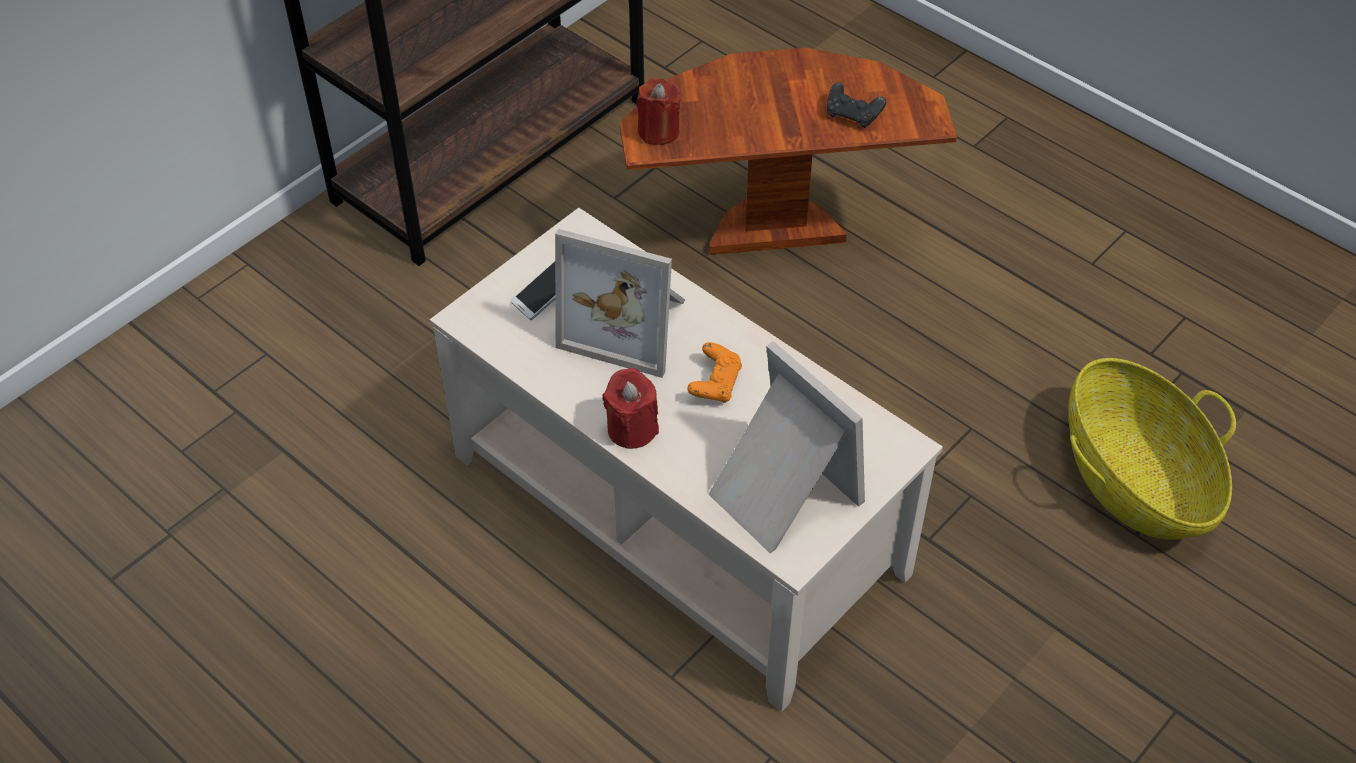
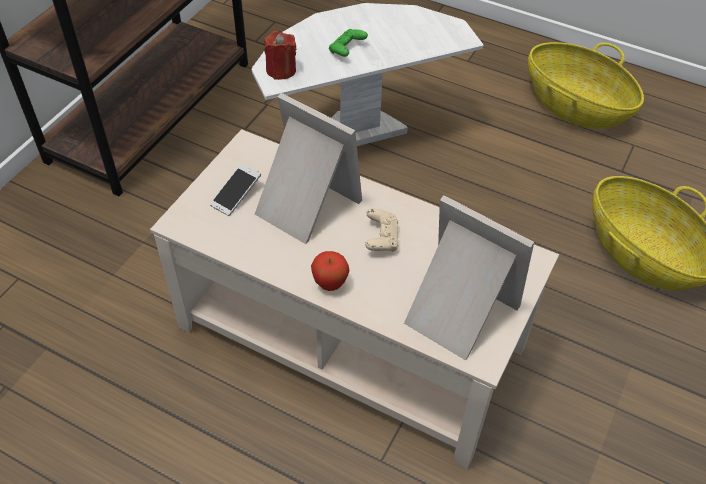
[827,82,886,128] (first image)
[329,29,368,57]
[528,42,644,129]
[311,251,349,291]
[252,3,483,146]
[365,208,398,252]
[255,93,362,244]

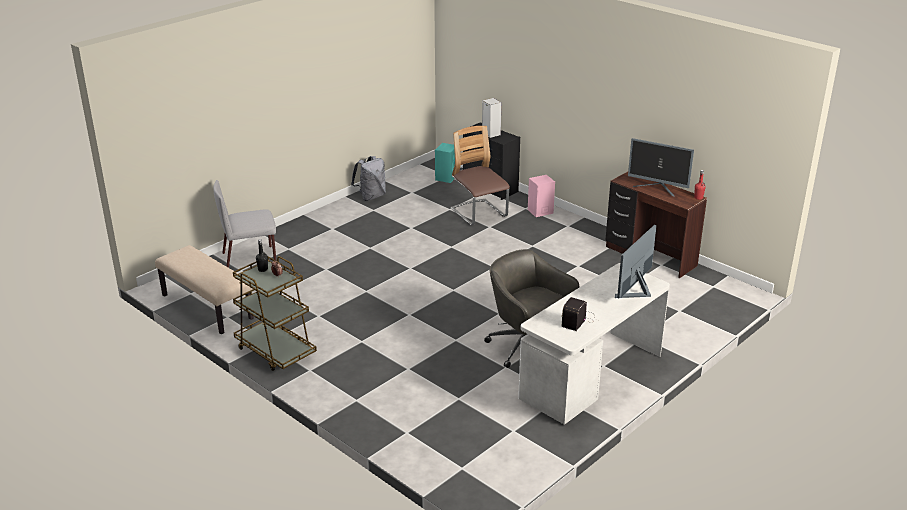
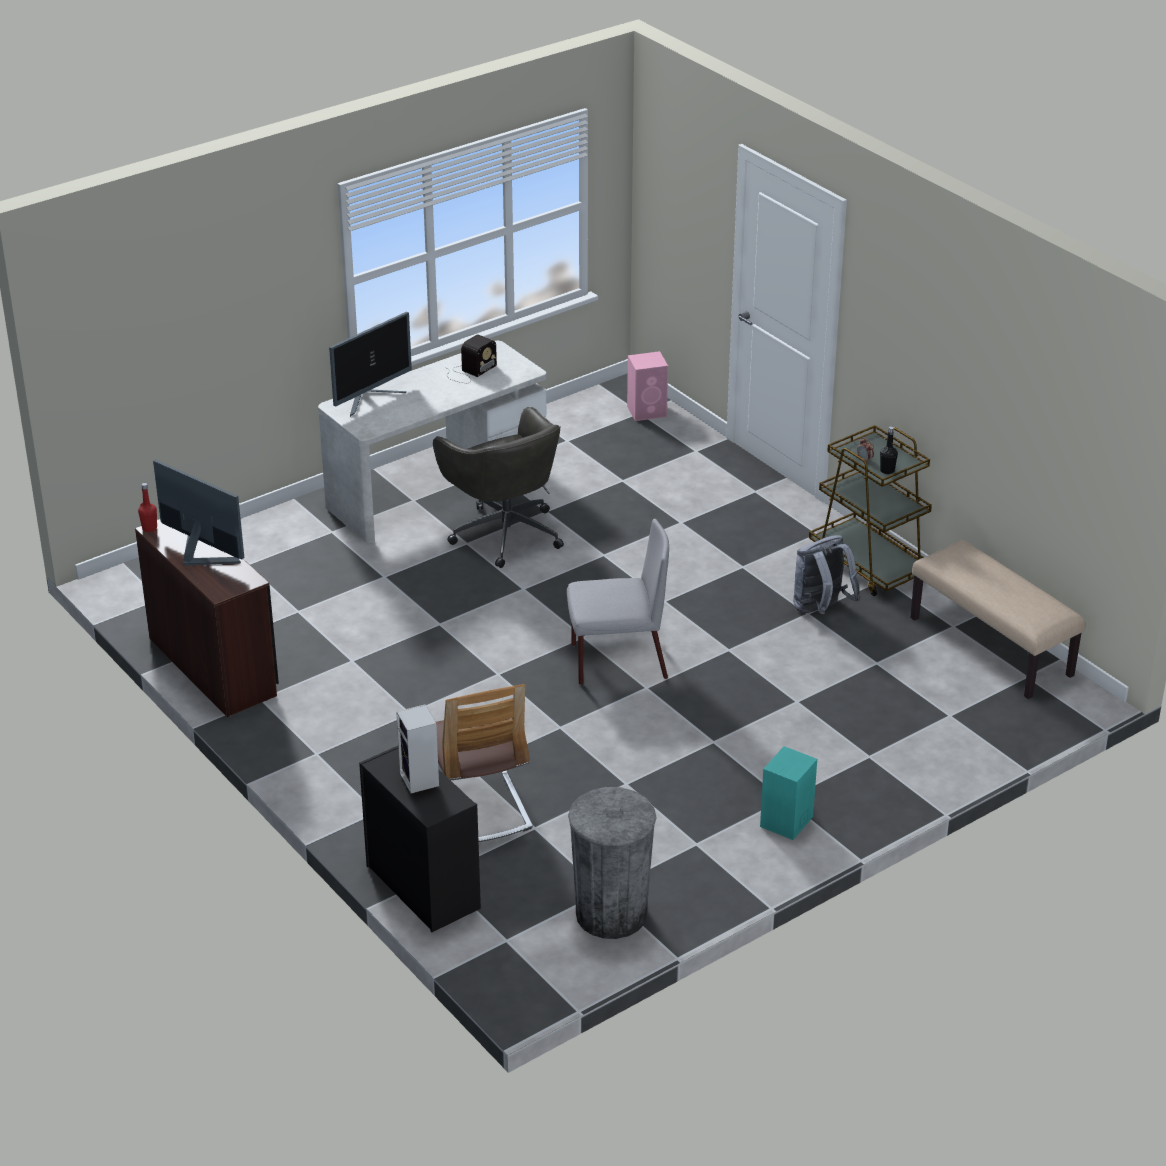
[568,787,656,939]
[567,519,669,685]
[793,535,861,614]
[760,746,817,840]
[627,351,668,421]

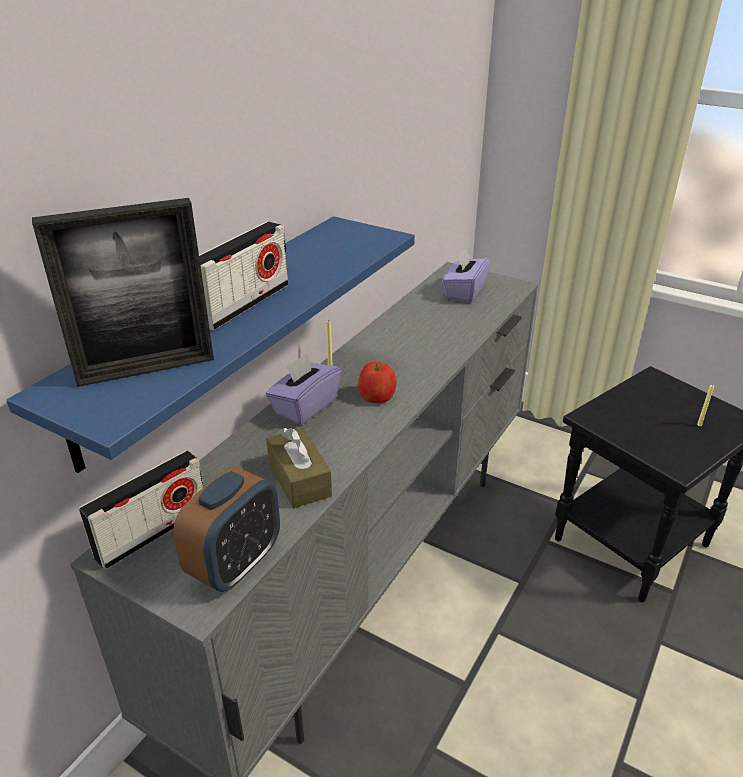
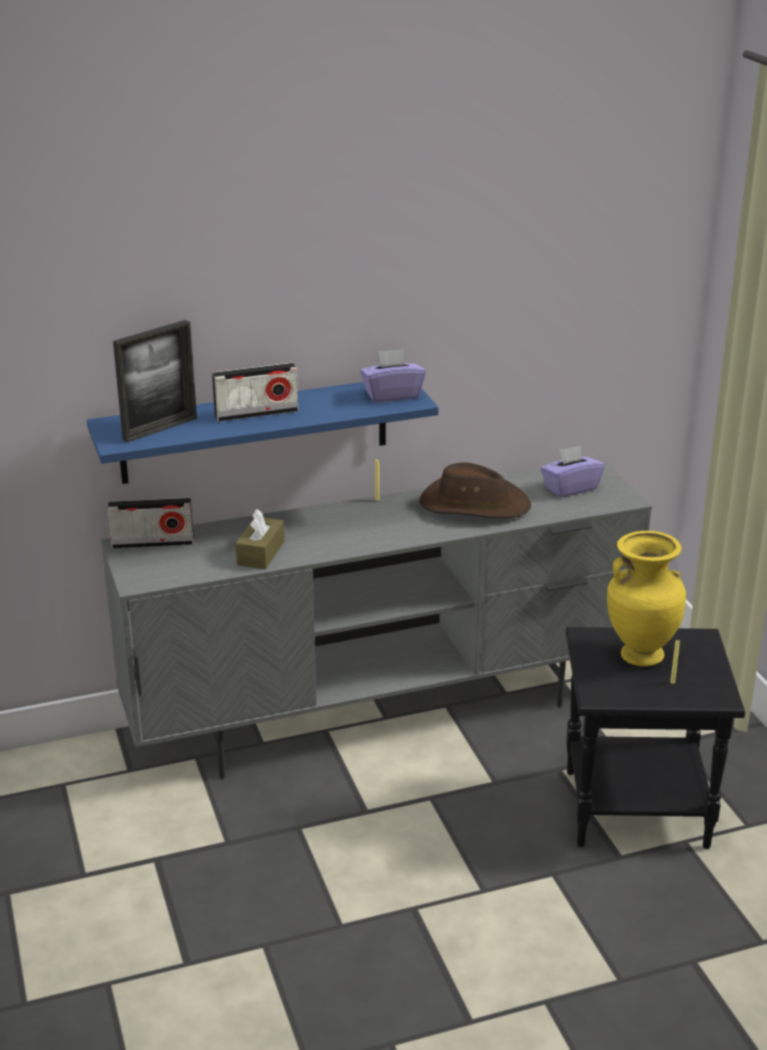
[173,467,280,592] (first image)
[358,361,397,403] (first image)
[419,462,531,518]
[607,531,686,667]
[360,349,426,403]
[113,320,197,442]

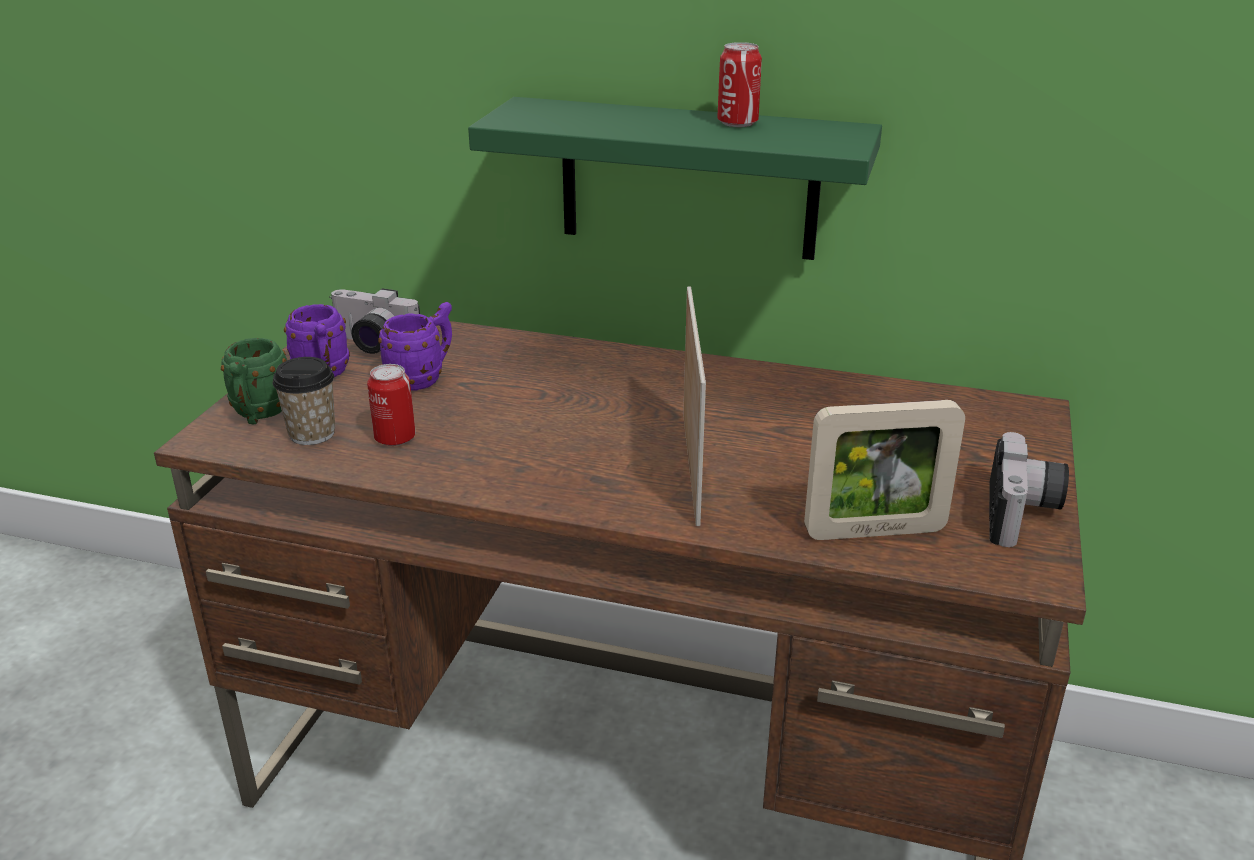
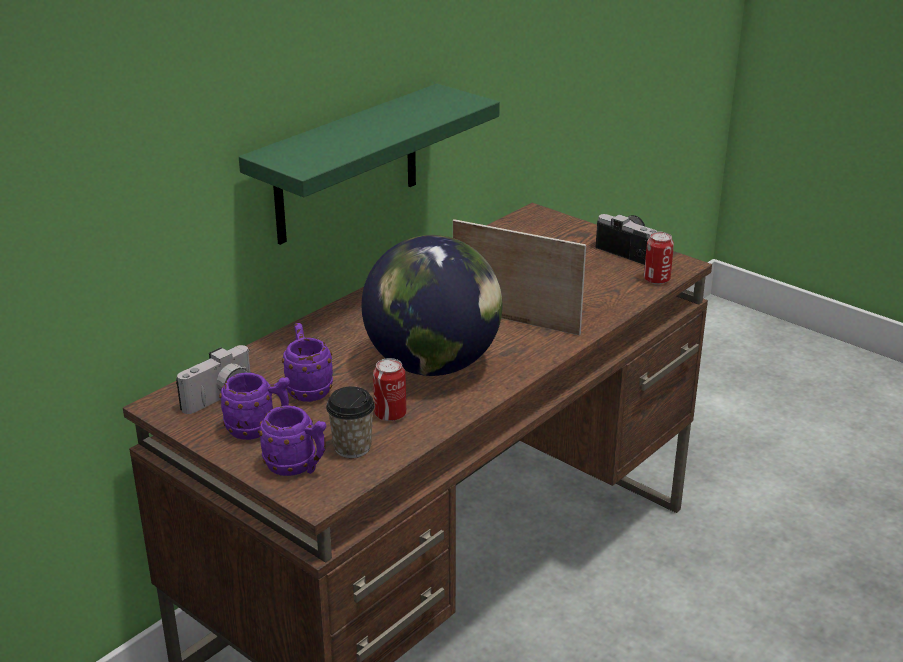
[804,400,965,540] (first image)
[361,235,502,376]
[644,232,674,284]
[259,405,326,476]

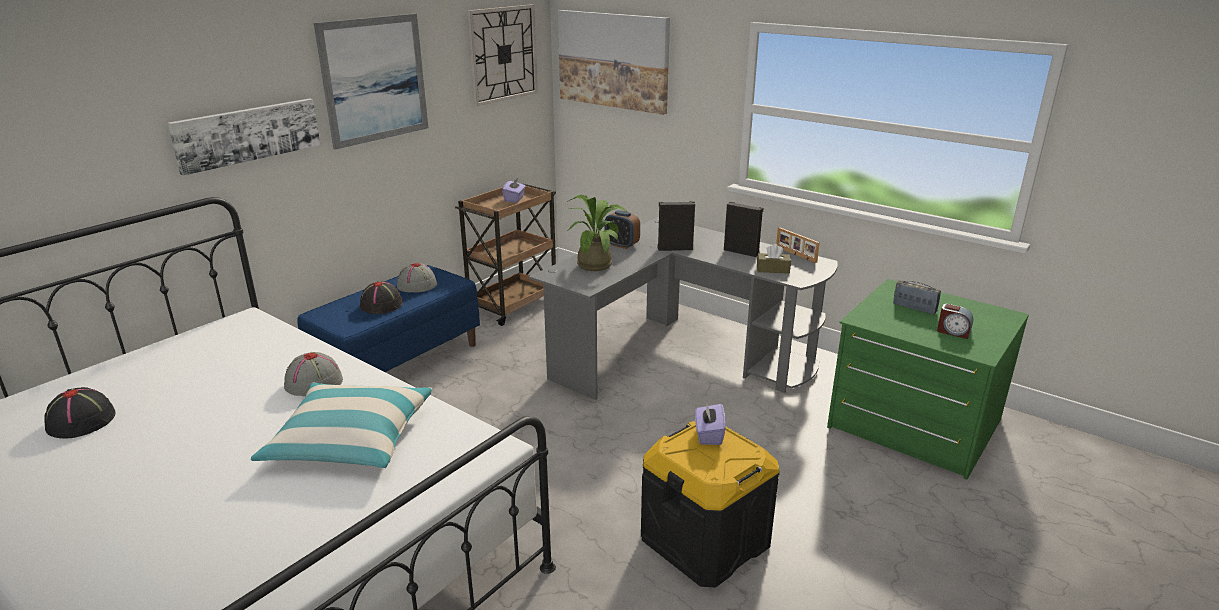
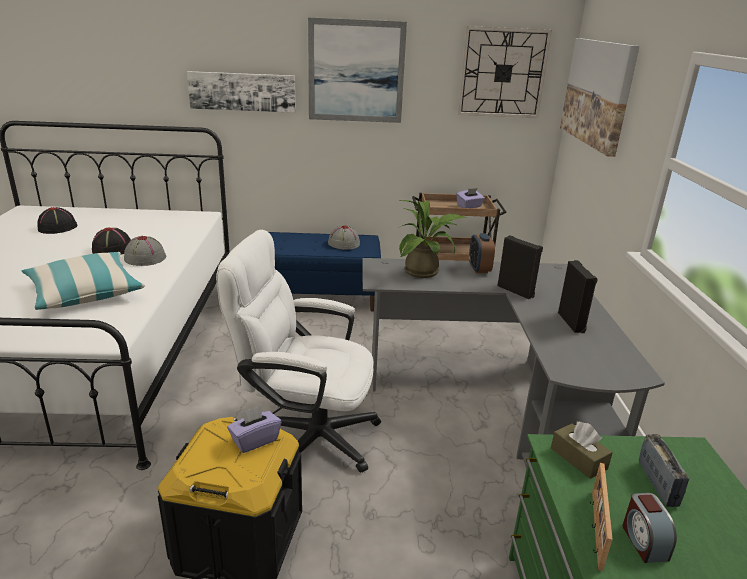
[216,230,381,472]
[92,227,131,254]
[551,421,613,479]
[590,463,613,571]

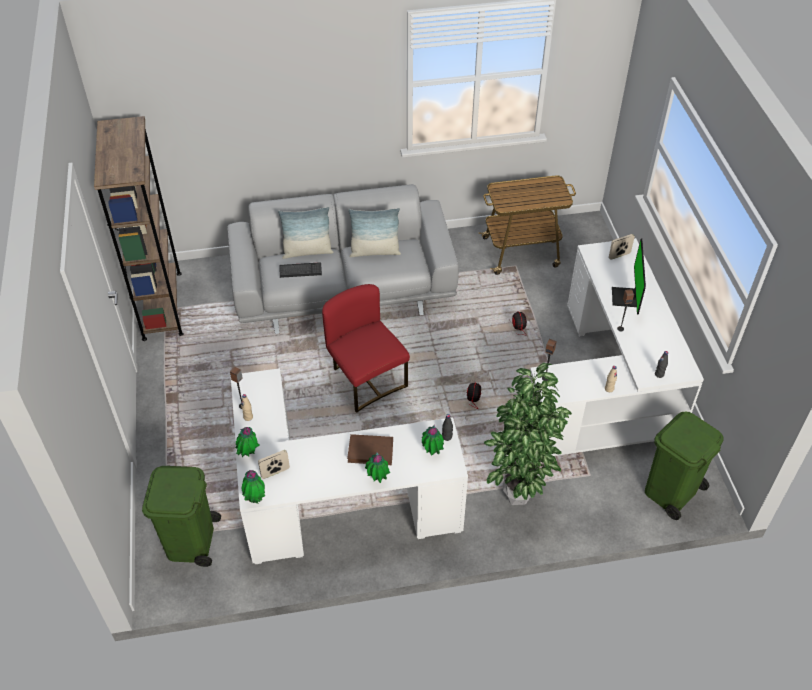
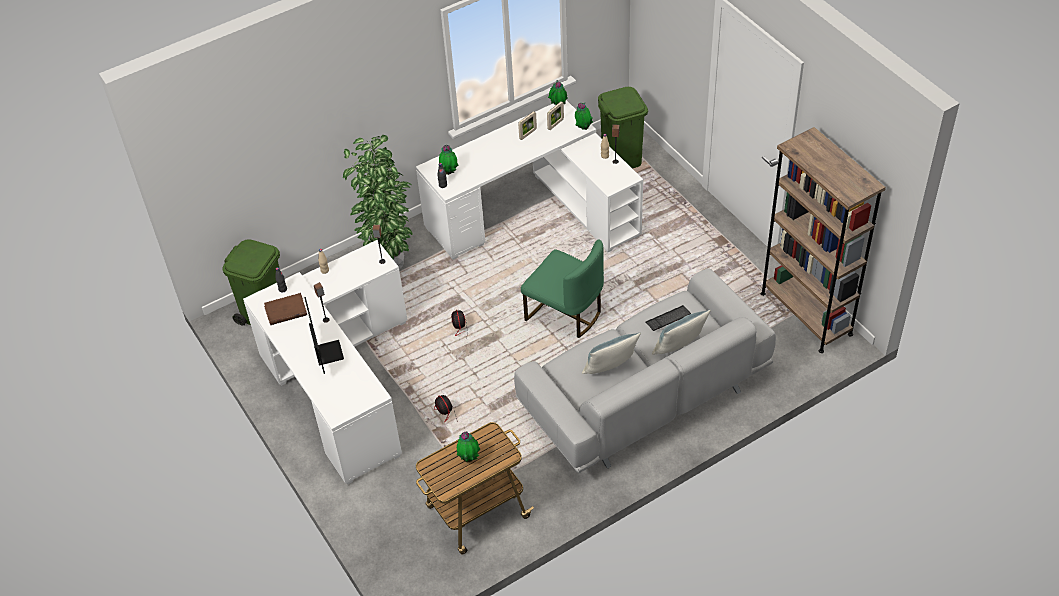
[264,293,307,325]
[457,432,480,462]
[518,111,537,140]
[521,239,604,338]

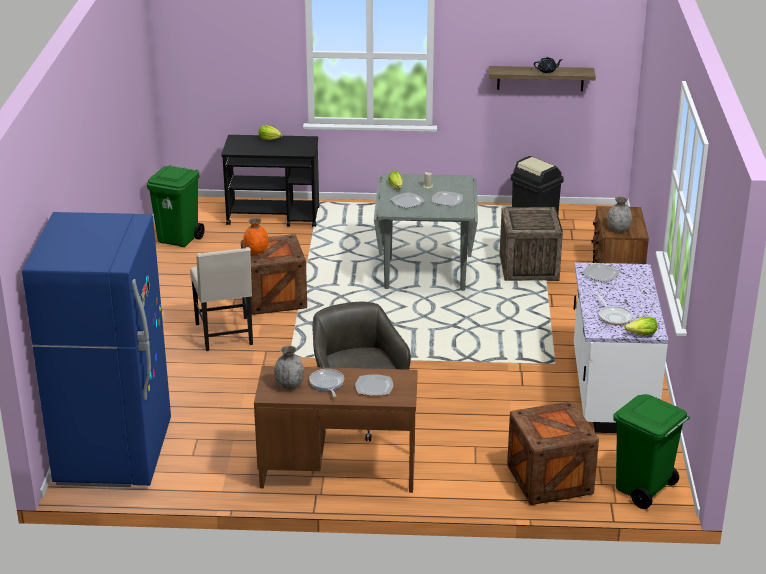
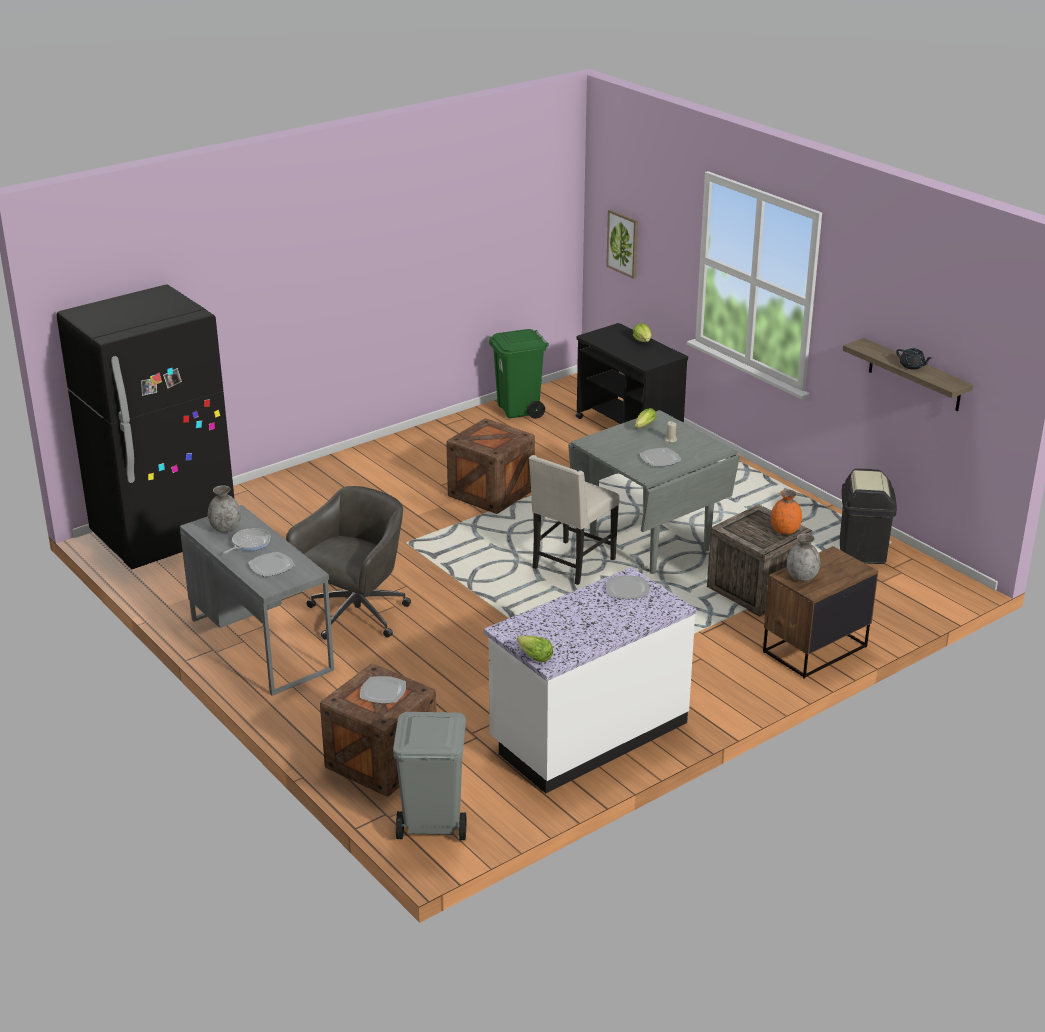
[595,292,633,325] (first image)
[606,209,638,279]
[529,455,620,585]
[771,489,802,535]
[360,676,406,703]
[56,285,234,569]
[180,505,334,696]
[393,712,466,840]

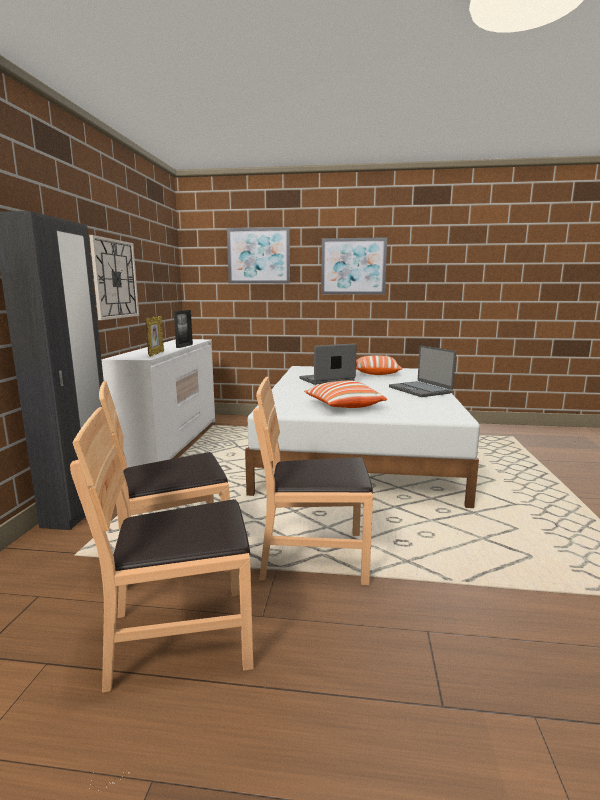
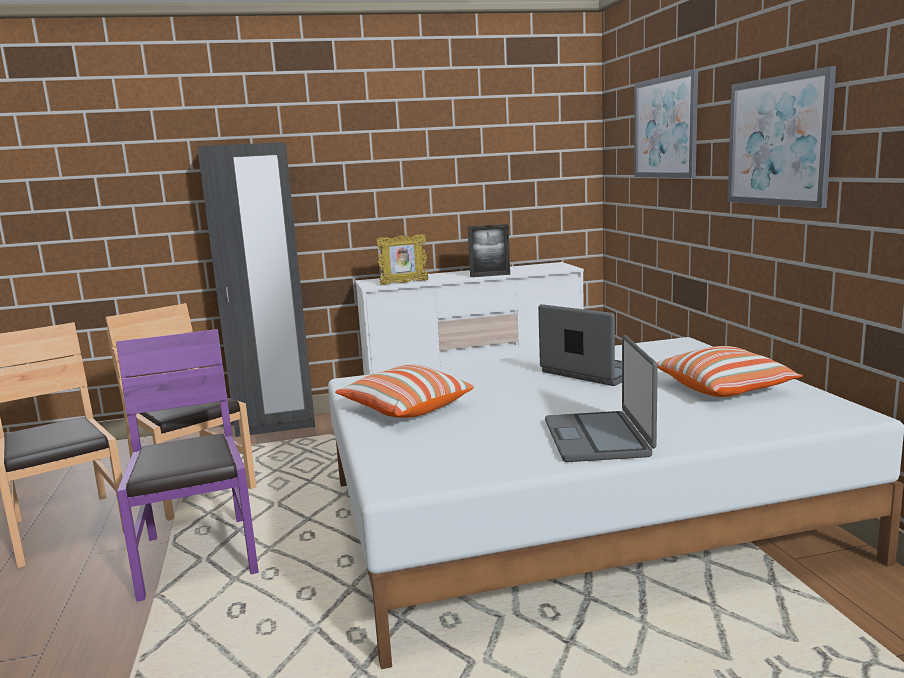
[89,235,139,320] (first image)
[116,329,259,602]
[545,335,658,462]

